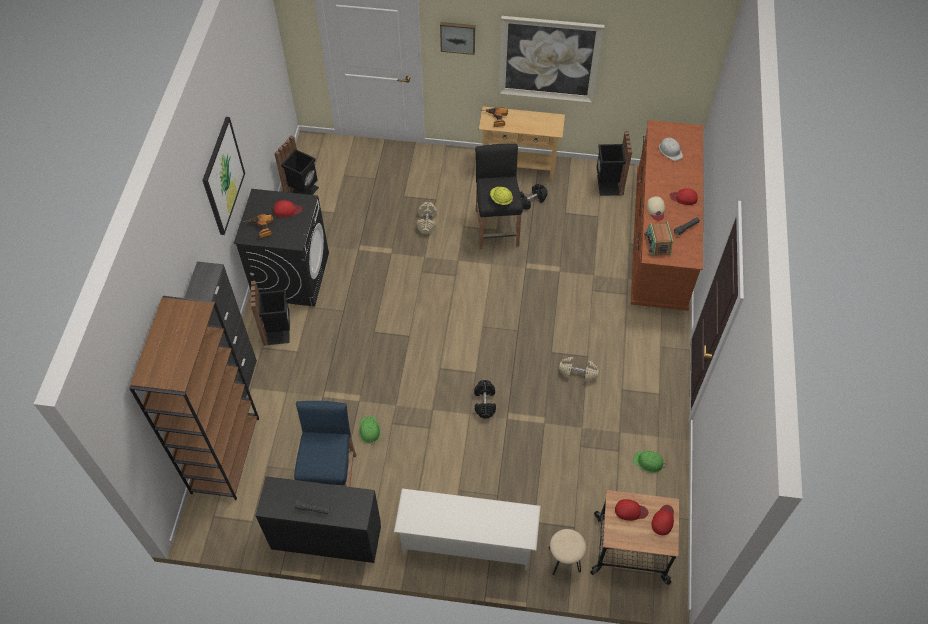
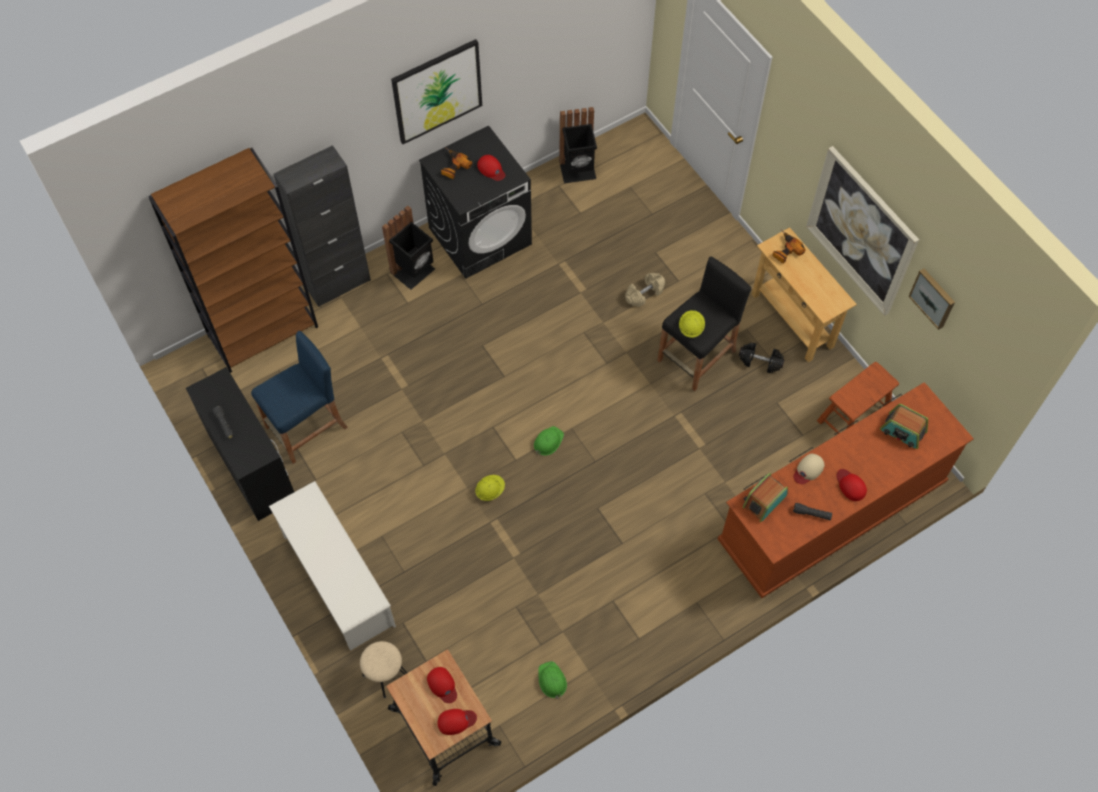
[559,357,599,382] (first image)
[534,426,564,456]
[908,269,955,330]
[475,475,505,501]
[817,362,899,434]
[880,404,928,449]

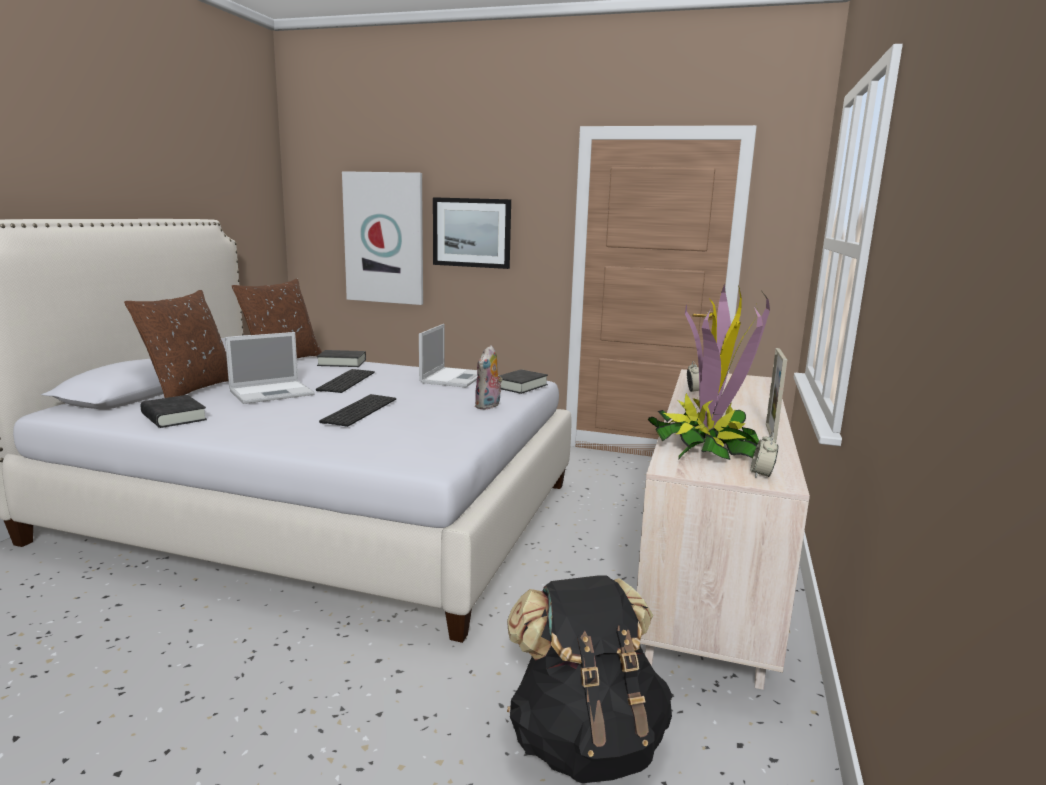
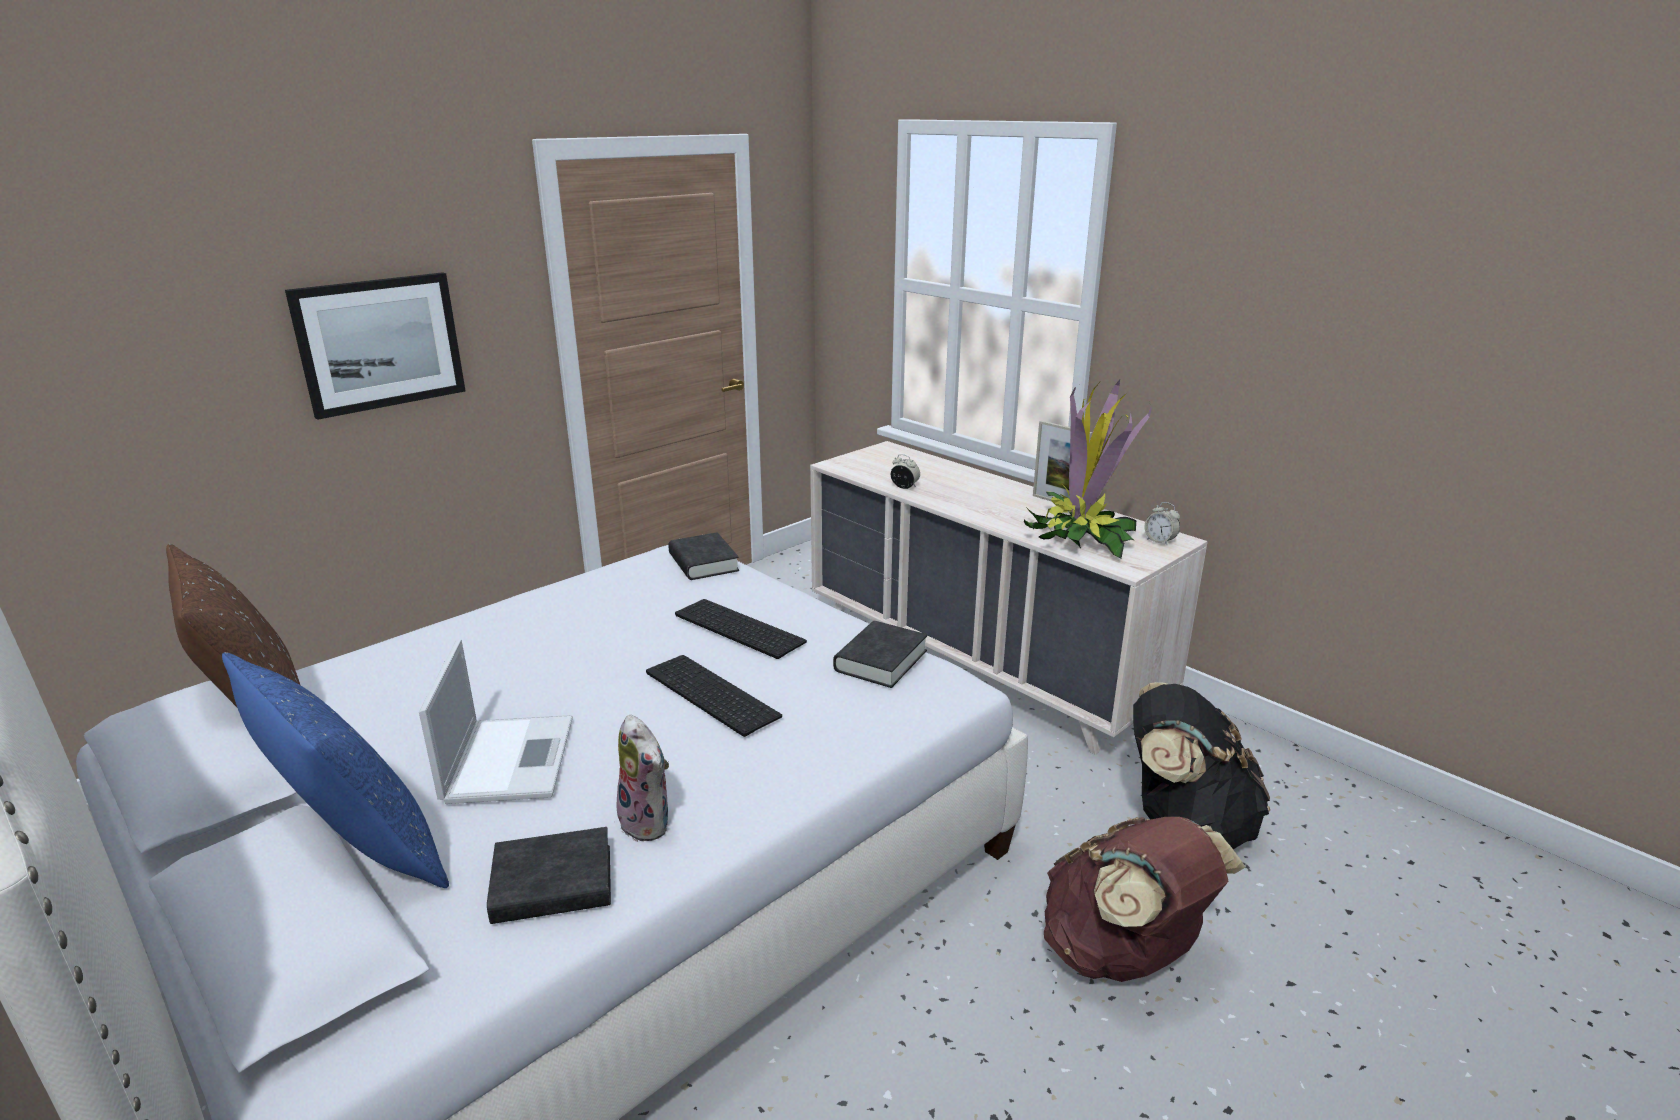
[342,171,423,305] (first image)
[419,324,478,387] (first image)
[1044,817,1245,982]
[675,599,807,659]
[833,621,928,688]
[615,714,669,842]
[222,652,449,888]

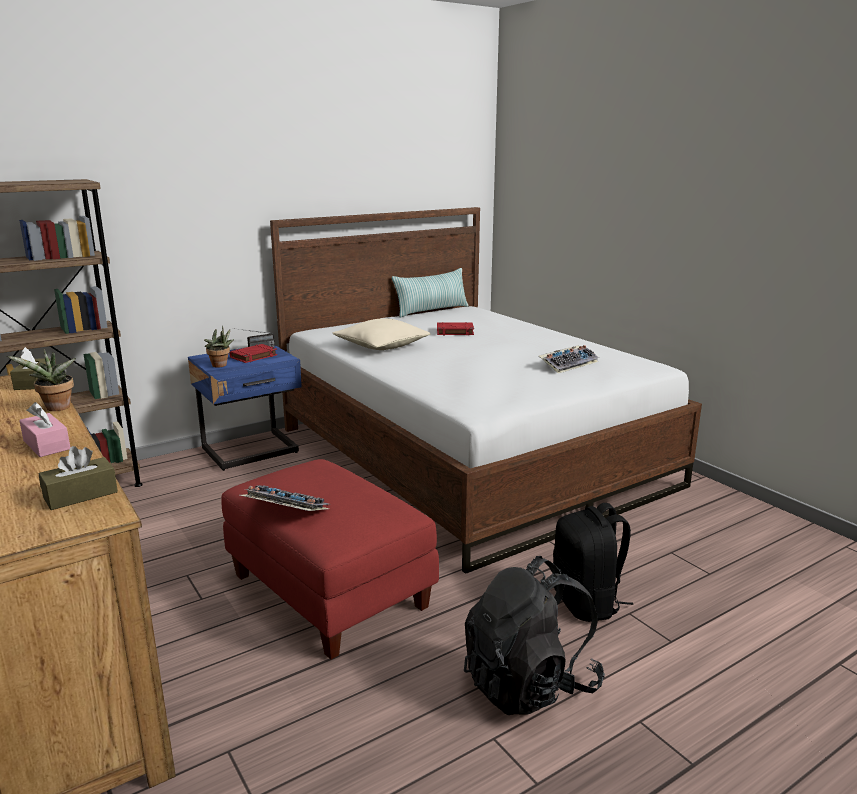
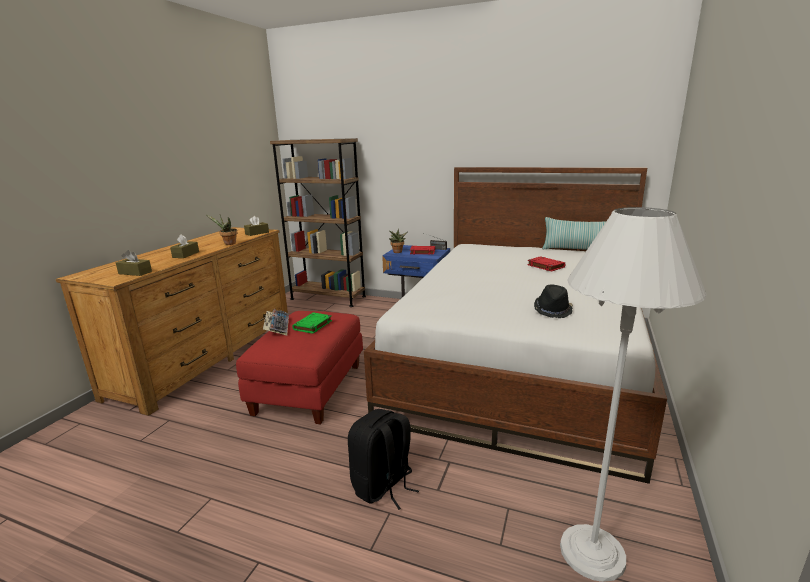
[332,318,430,350] (first image)
[464,556,605,715] (first image)
[292,312,332,334]
[560,207,707,582]
[534,284,573,318]
[170,234,199,258]

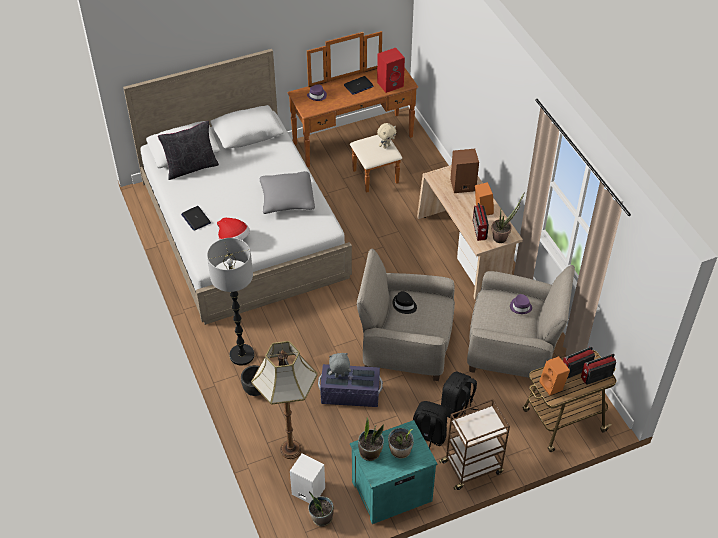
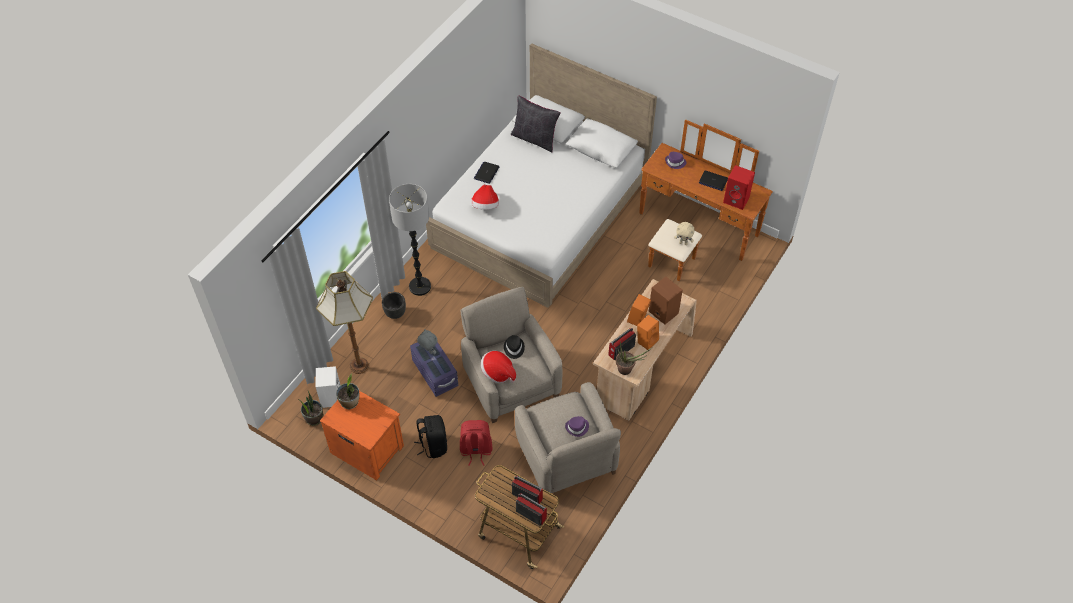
[260,171,315,214] (first image)
[388,428,414,459] (first image)
[439,399,510,490] (first image)
[481,351,516,383]
[627,294,651,326]
[320,391,404,480]
[460,420,492,466]

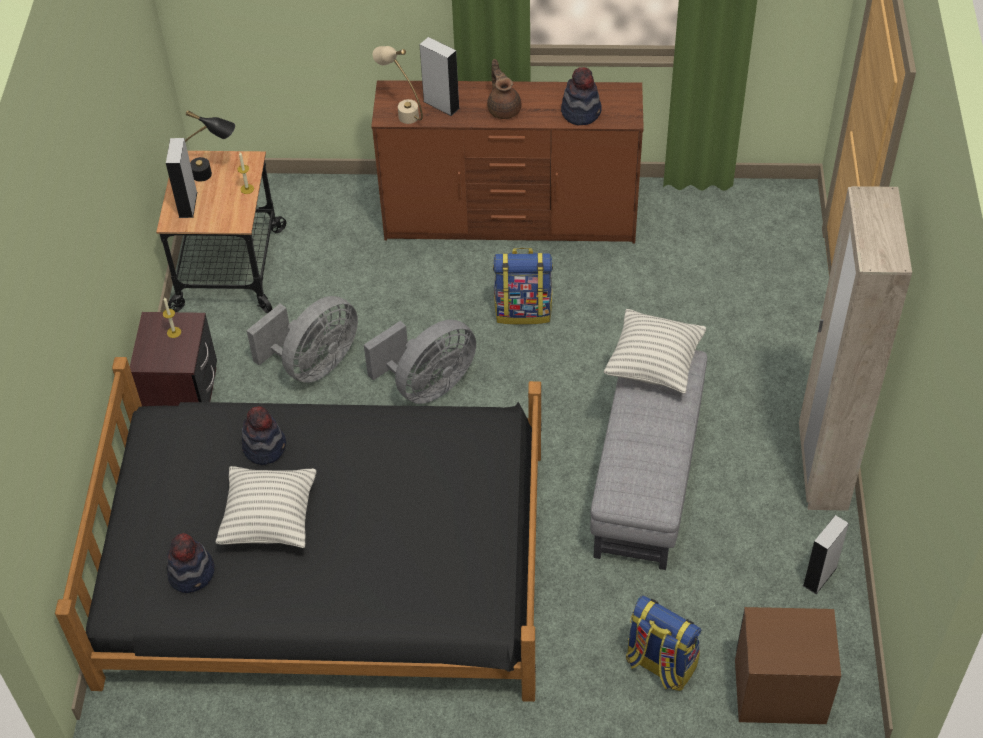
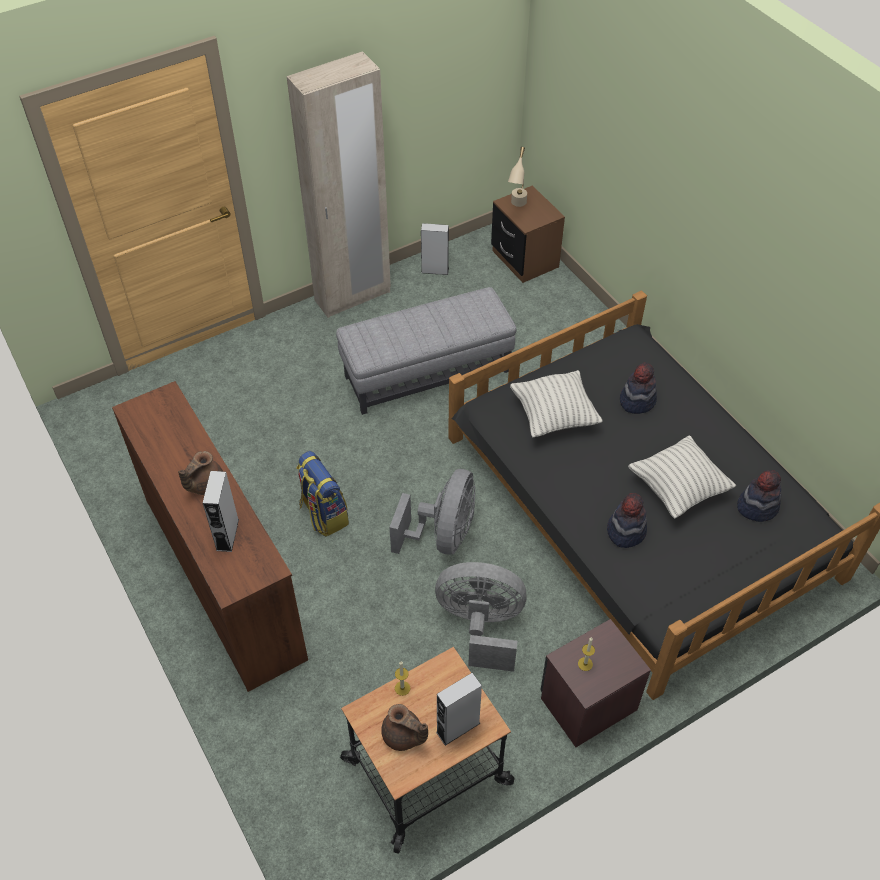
[626,595,702,691] (first image)
[508,147,527,207]
[620,363,657,414]
[510,370,603,437]
[381,704,428,751]
[390,469,475,554]

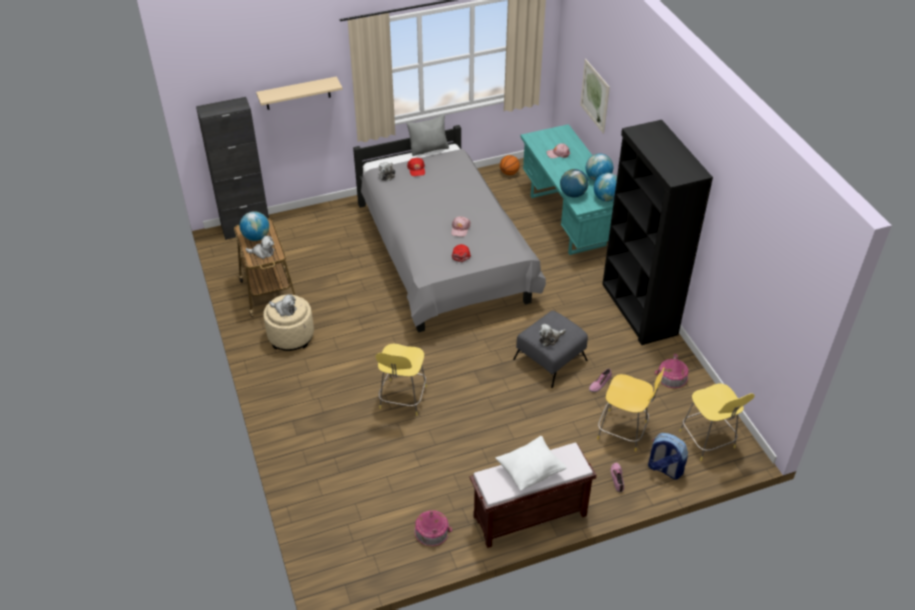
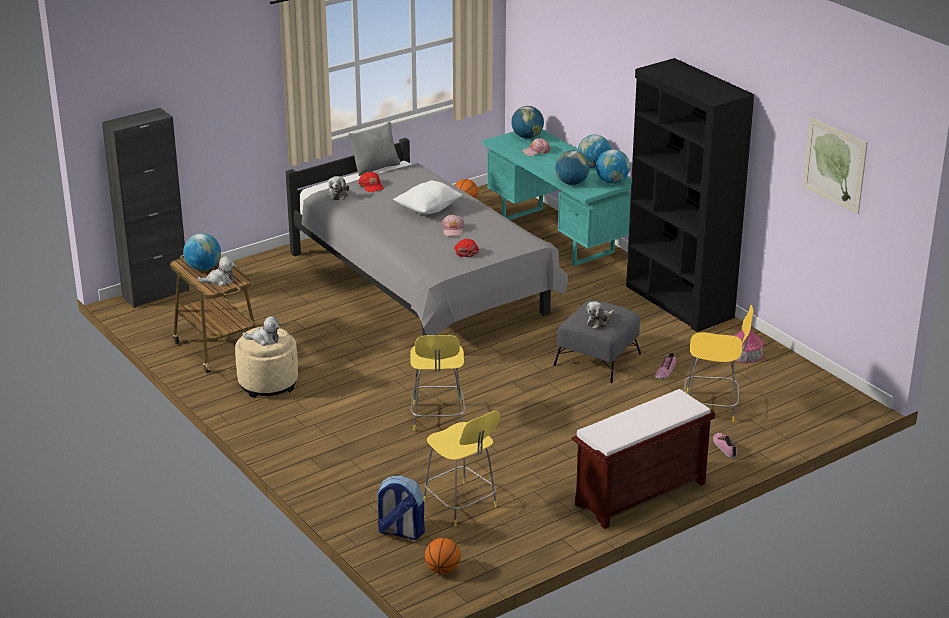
[256,76,343,110] (first image)
[414,510,452,546] (first image)
[425,538,461,574]
[511,106,544,139]
[393,180,462,214]
[802,117,868,214]
[376,476,425,540]
[424,411,500,526]

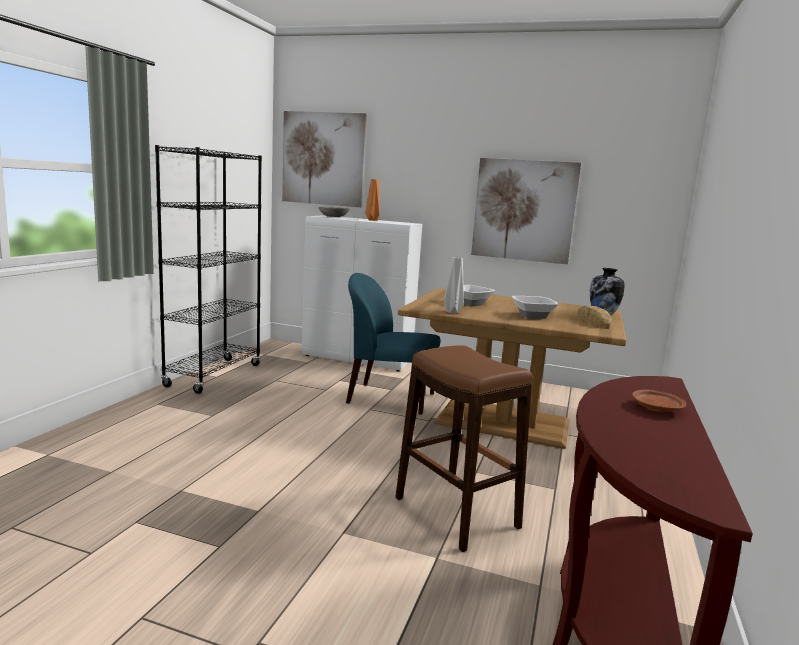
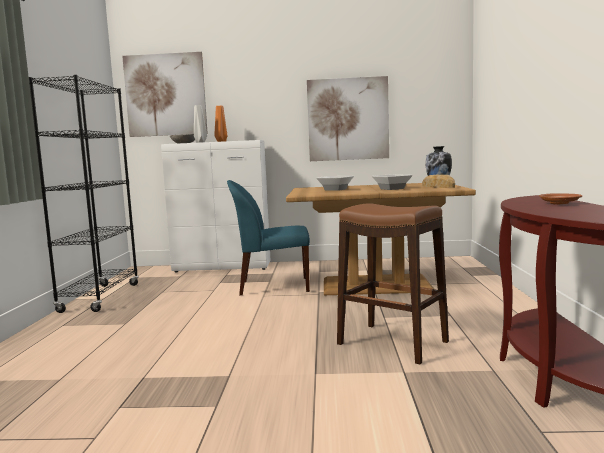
[194,105,207,143]

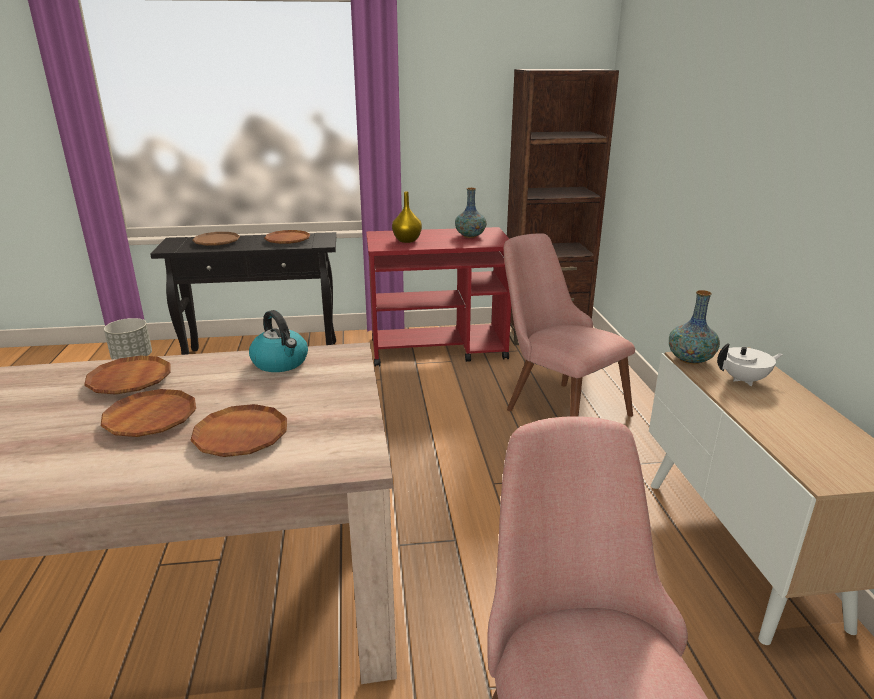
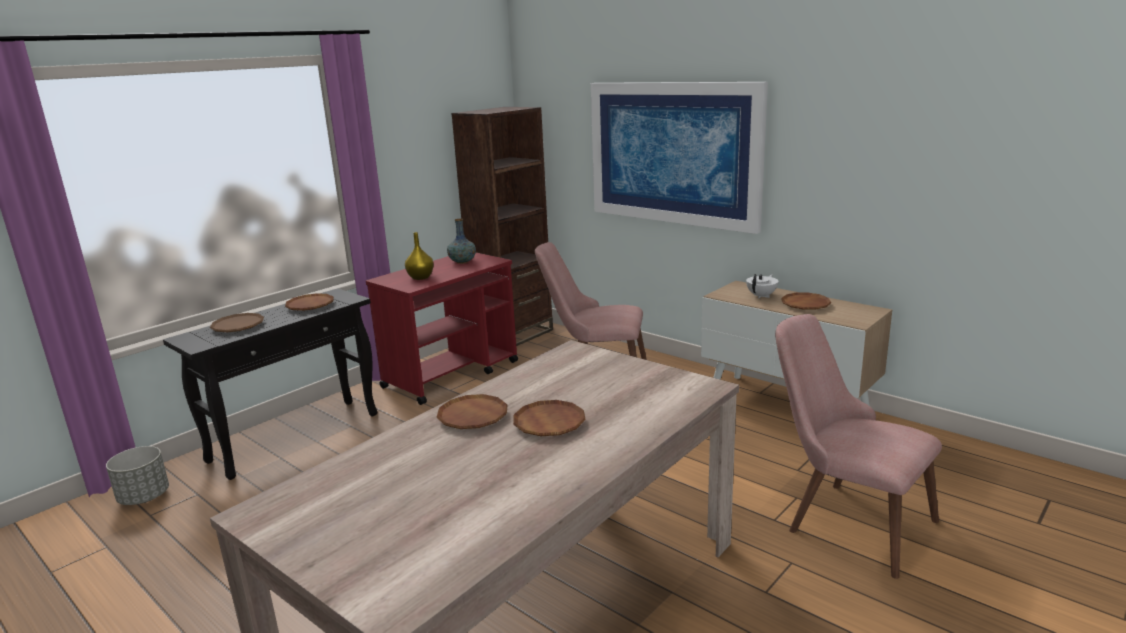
[249,310,308,372] (first image)
[669,290,720,364] (first image)
[591,82,768,234]
[781,293,831,310]

